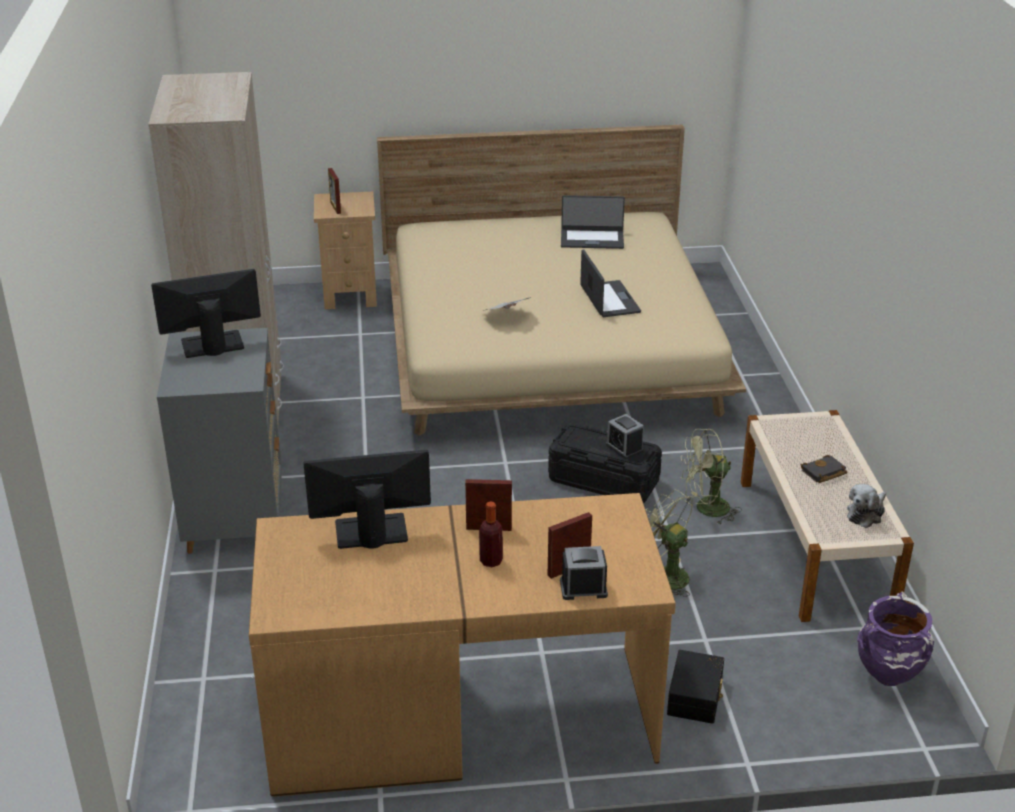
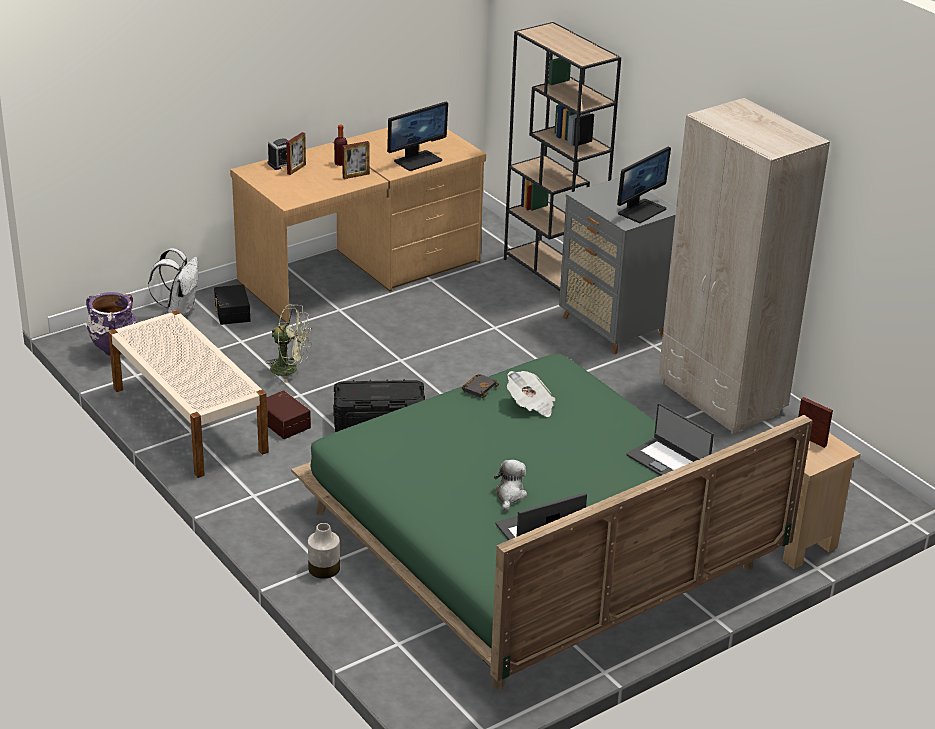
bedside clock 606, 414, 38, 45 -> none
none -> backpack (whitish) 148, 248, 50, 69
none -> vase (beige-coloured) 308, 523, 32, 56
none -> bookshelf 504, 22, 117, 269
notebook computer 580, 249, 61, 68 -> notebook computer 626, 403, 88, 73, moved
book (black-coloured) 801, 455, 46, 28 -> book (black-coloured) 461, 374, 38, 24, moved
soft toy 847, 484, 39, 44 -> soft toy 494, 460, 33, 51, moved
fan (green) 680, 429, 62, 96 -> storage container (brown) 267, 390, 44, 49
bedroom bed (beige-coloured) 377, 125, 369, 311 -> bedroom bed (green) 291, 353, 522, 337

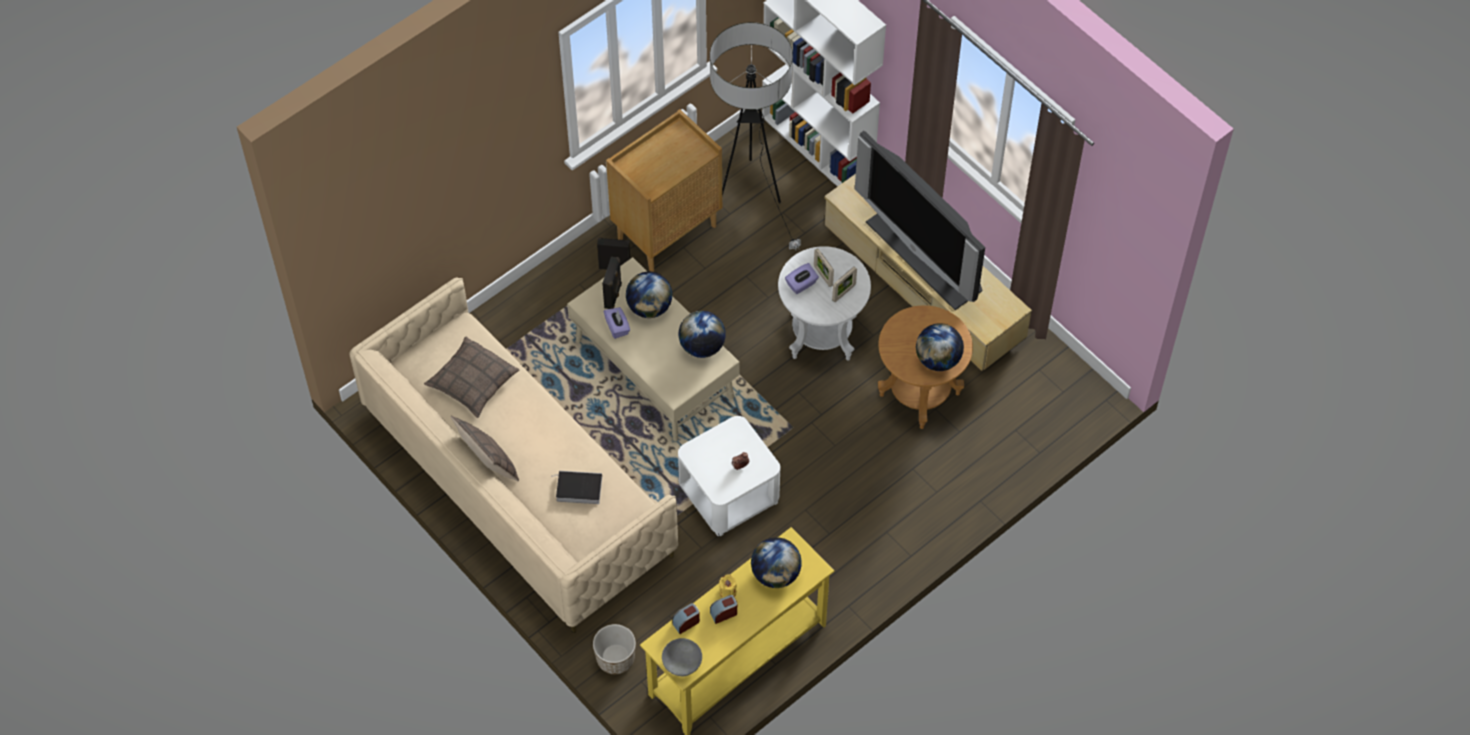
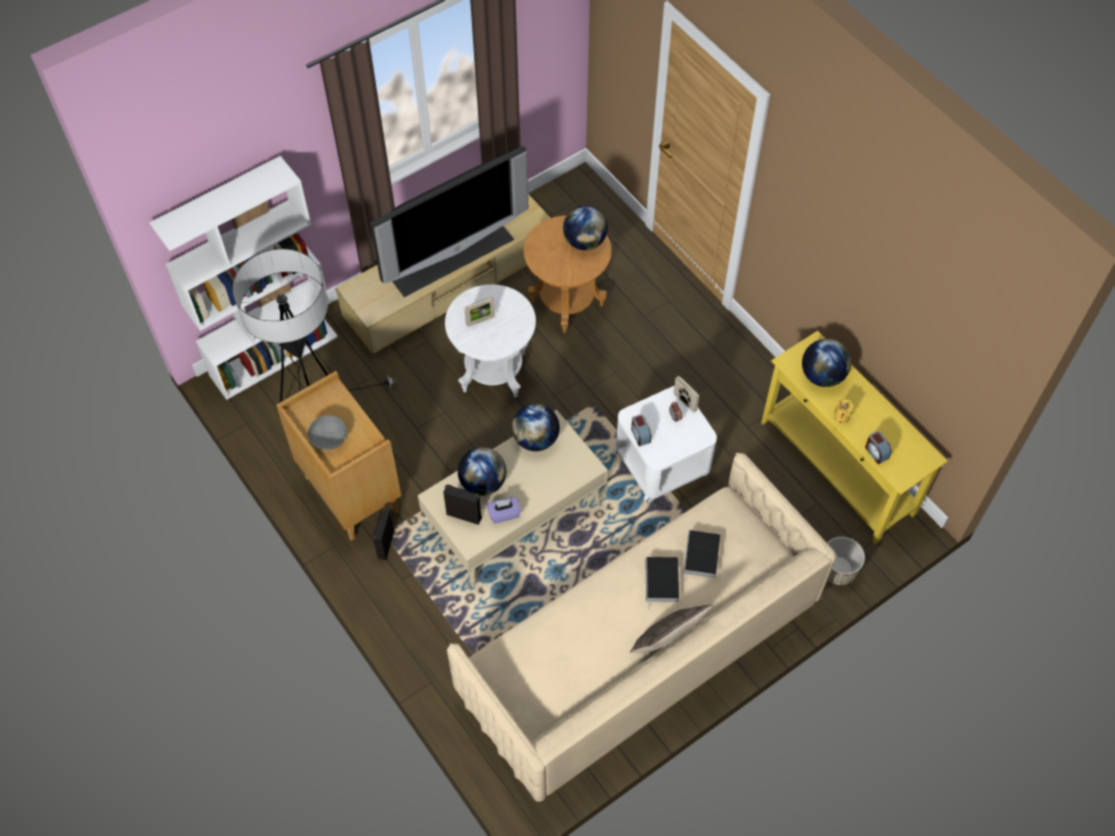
throw pillow 424, 336, 96, 82 -> none
tissue holder (purple-coloured) 785, 263, 34, 31 -> none
none -> book 645, 557, 34, 52
deep dish (grey) 662, 638, 40, 38 -> deep dish (grey) 308, 415, 39, 35, moved
bedside clock 710, 595, 27, 29 -> bedside clock 631, 414, 20, 32, moved
photo frame 832, 267, 25, 35 -> photo frame 674, 376, 25, 36, moved

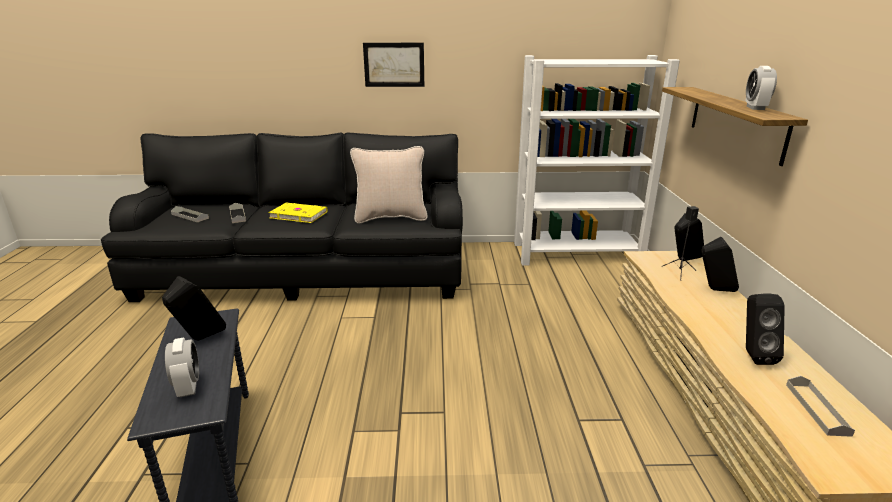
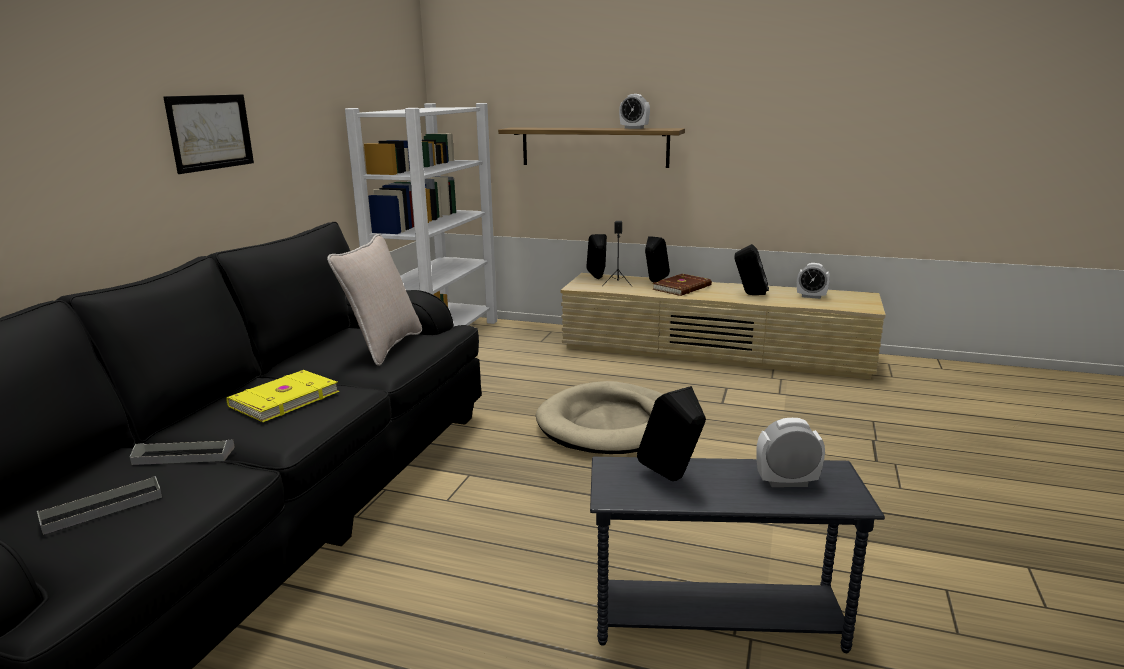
none -> pet bed (beige-coloured) 536, 381, 127, 73
none -> book (brown) 652, 274, 60, 22
tray (grey) 786, 376, 69, 61 -> bedside clock 797, 263, 33, 36

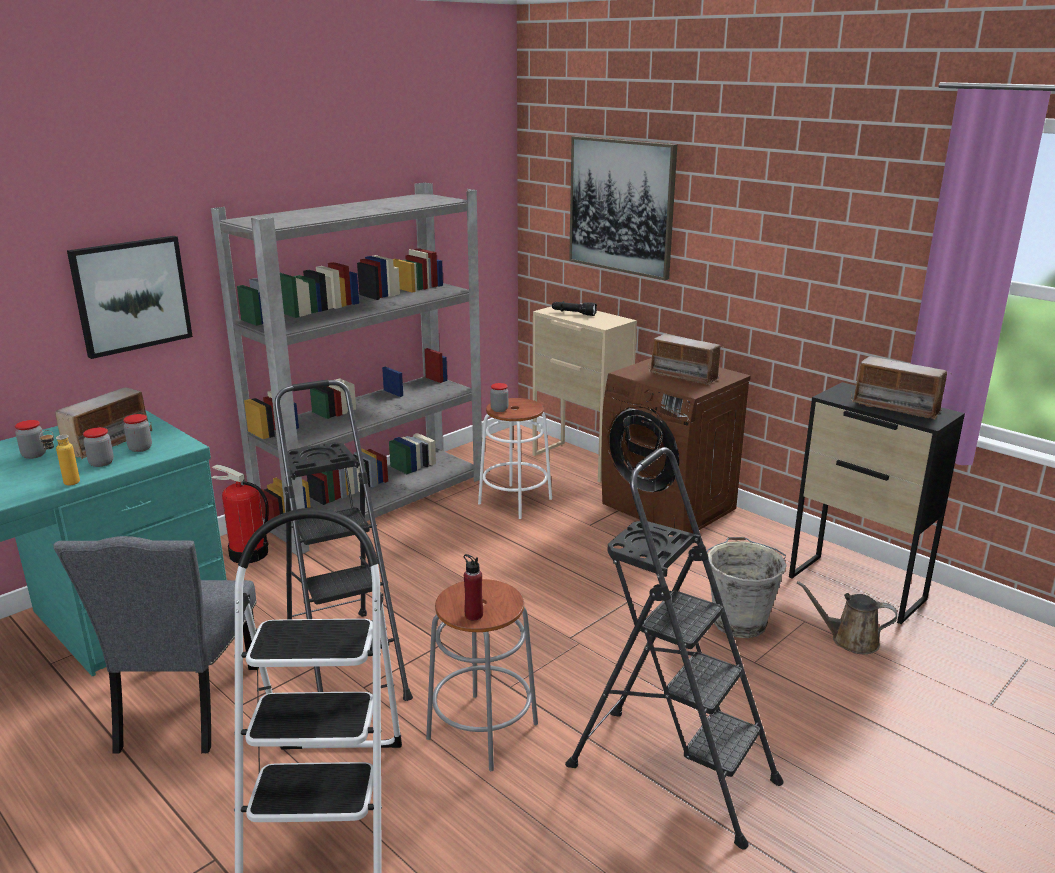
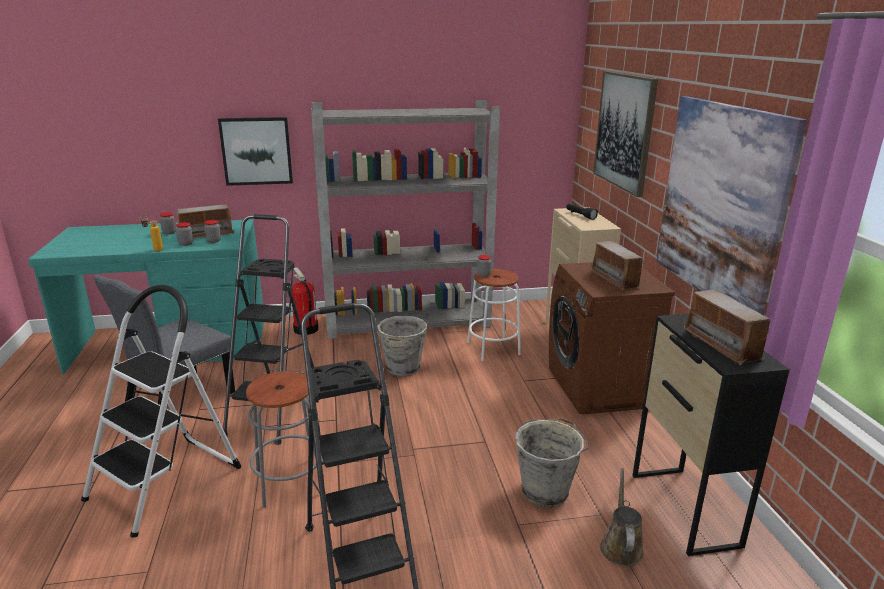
bottle (reddish) 463, 554, 20, 66 -> none
none -> water bucket (grey) 376, 316, 51, 60
none -> wall picture 656, 96, 151, 219
watering can (brown) 797, 581, 100, 73 -> watering can (brown) 600, 468, 44, 99, 45 degrees clockwise

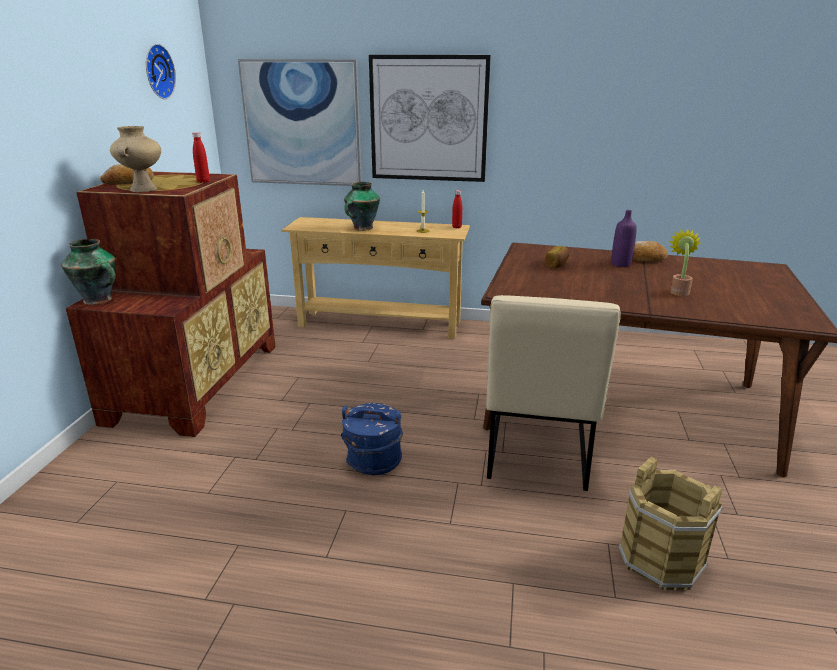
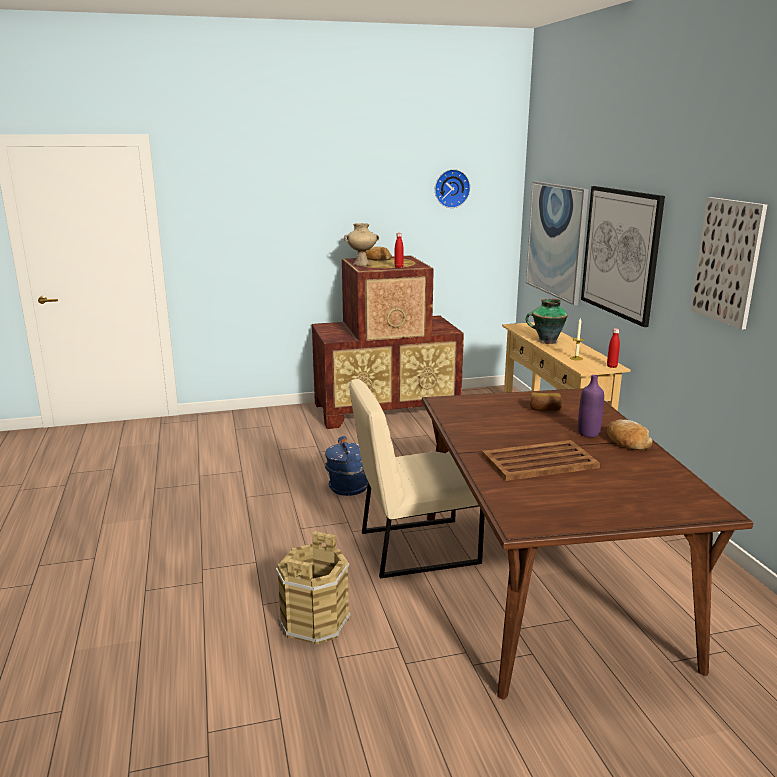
vase 61, 239, 55, 66 -> none
none -> wall picture 690, 197, 77, 133
potted plant 669, 229, 31, 67 -> tray (brown) 482, 440, 118, 41

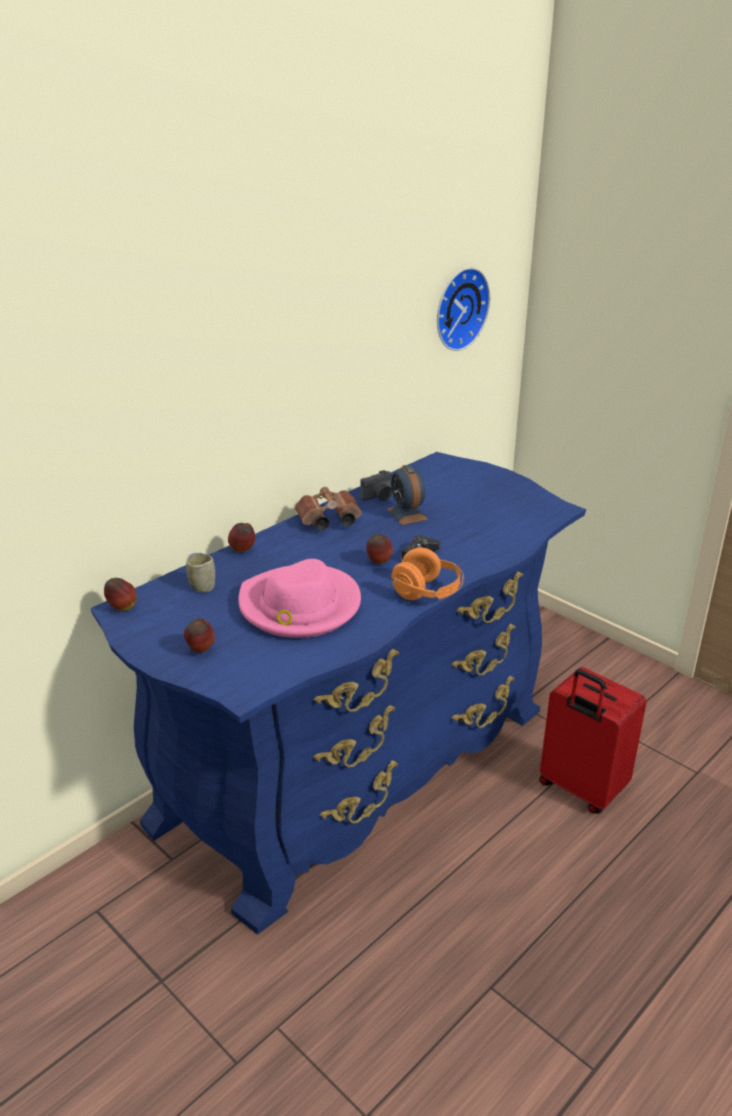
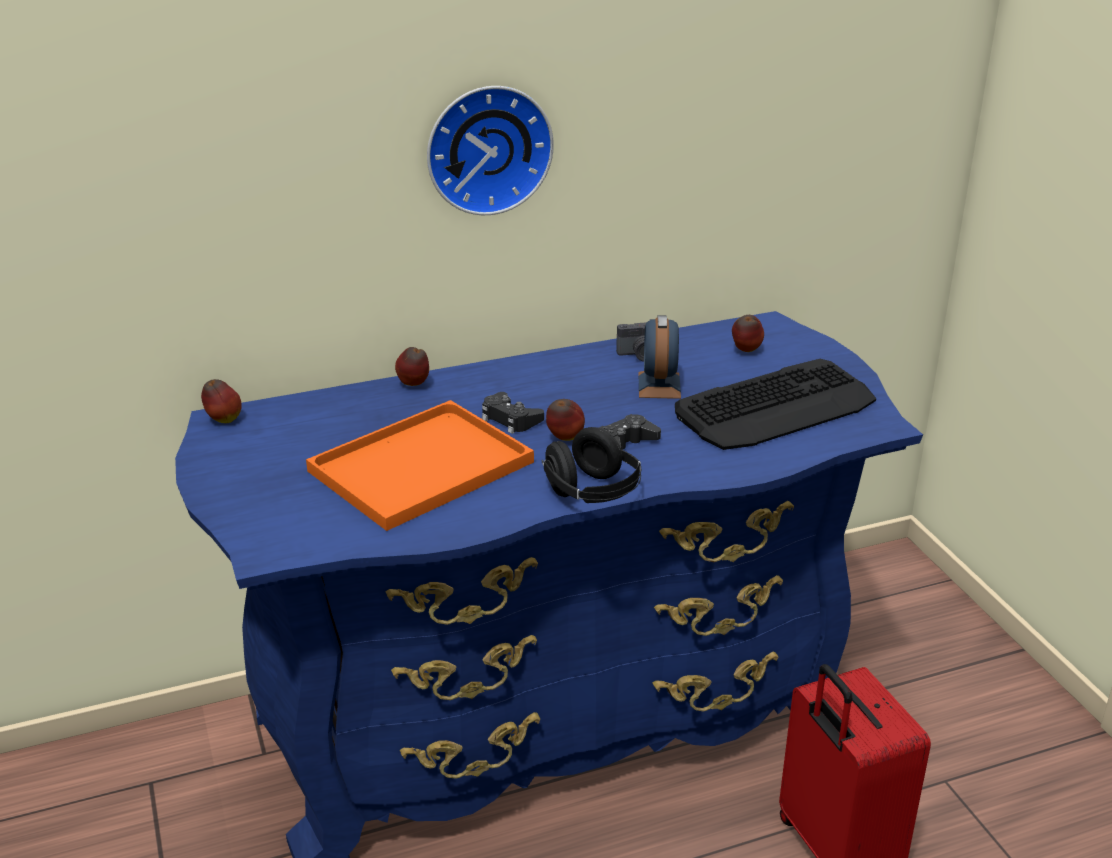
drinking cup 186, 553, 29, 40 -> none
field glasses (brown) 295, 487, 67, 43 -> none
none -> gamepad (black-coloured) 482, 392, 62, 42
none -> PC keyboard 675, 359, 201, 91
apple fruit 184, 619, 31, 34 -> apple fruit 732, 315, 32, 37, moved
hanging clock 437, 267, 53, 84 -> hanging clock 427, 86, 127, 129, moved
wearable hat (pinkish) 238, 559, 123, 79 -> tray (orange) 306, 400, 228, 131
pair of headphones (orange) 391, 548, 73, 52 -> pair of headphones (black-coloured) 541, 427, 100, 76

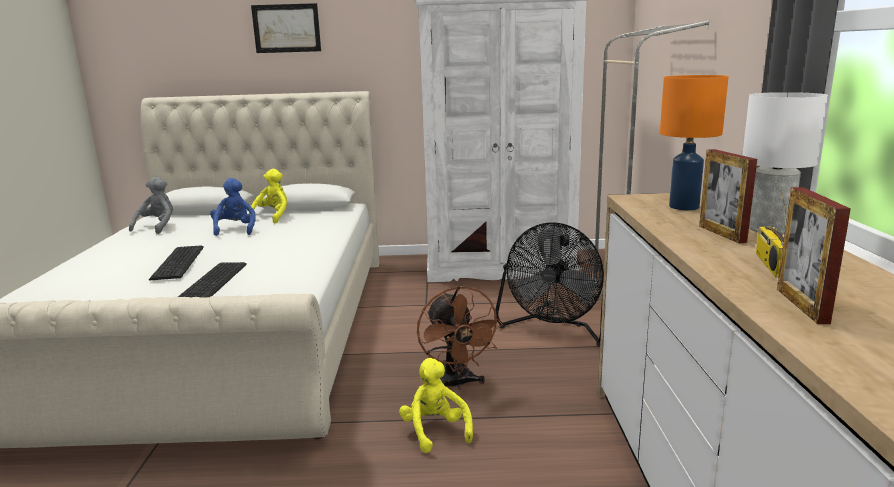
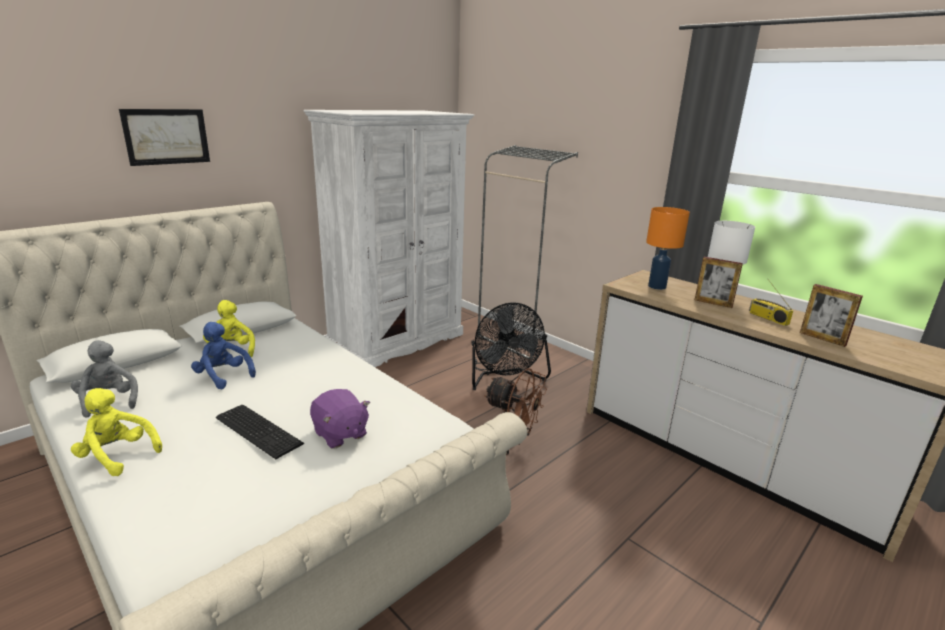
soft toy (yellow) 399, 358, 74, 95 -> soft toy (yellow) 71, 388, 91, 88, moved
PC keyboard 178, 262, 69, 36 -> soft toy (purple-coloured) 310, 389, 60, 59

